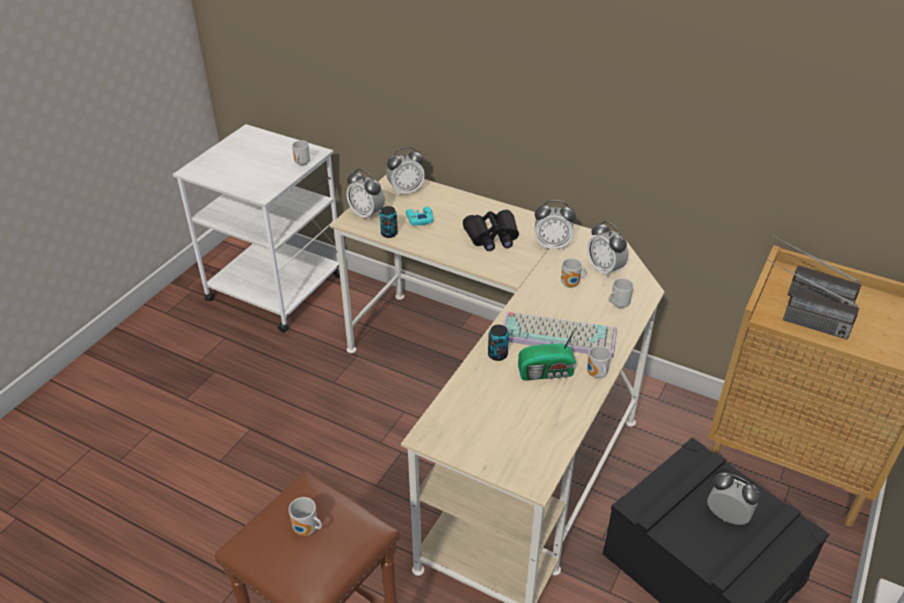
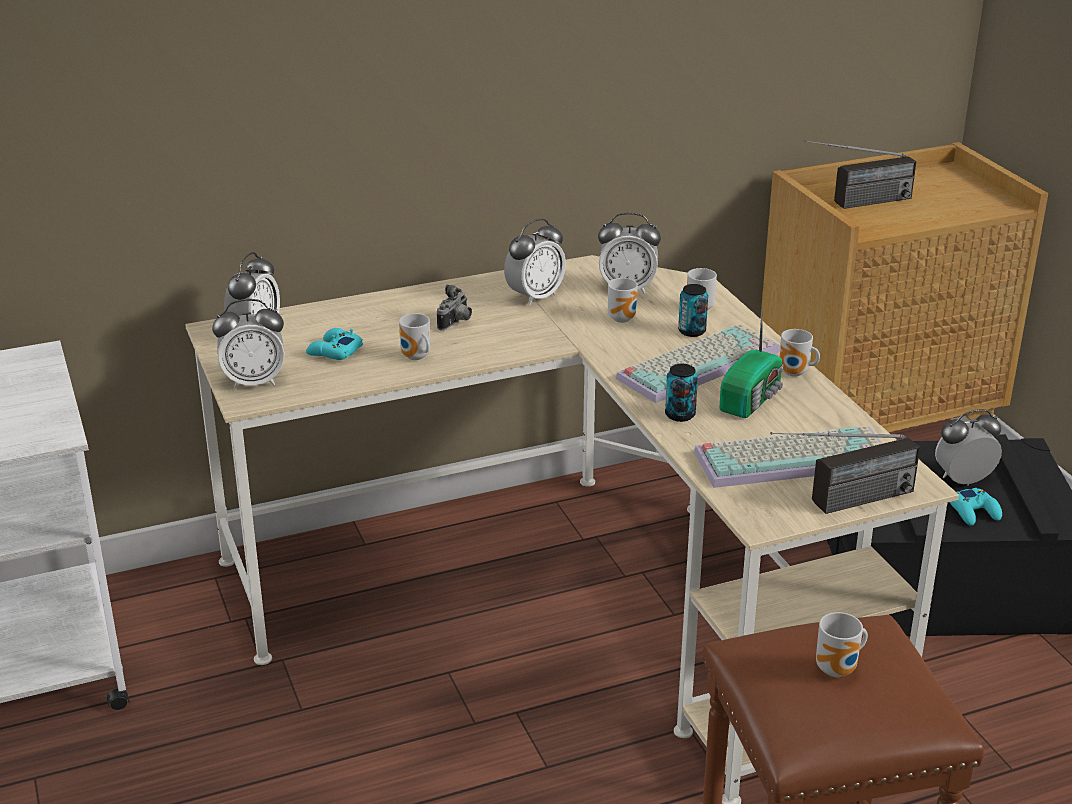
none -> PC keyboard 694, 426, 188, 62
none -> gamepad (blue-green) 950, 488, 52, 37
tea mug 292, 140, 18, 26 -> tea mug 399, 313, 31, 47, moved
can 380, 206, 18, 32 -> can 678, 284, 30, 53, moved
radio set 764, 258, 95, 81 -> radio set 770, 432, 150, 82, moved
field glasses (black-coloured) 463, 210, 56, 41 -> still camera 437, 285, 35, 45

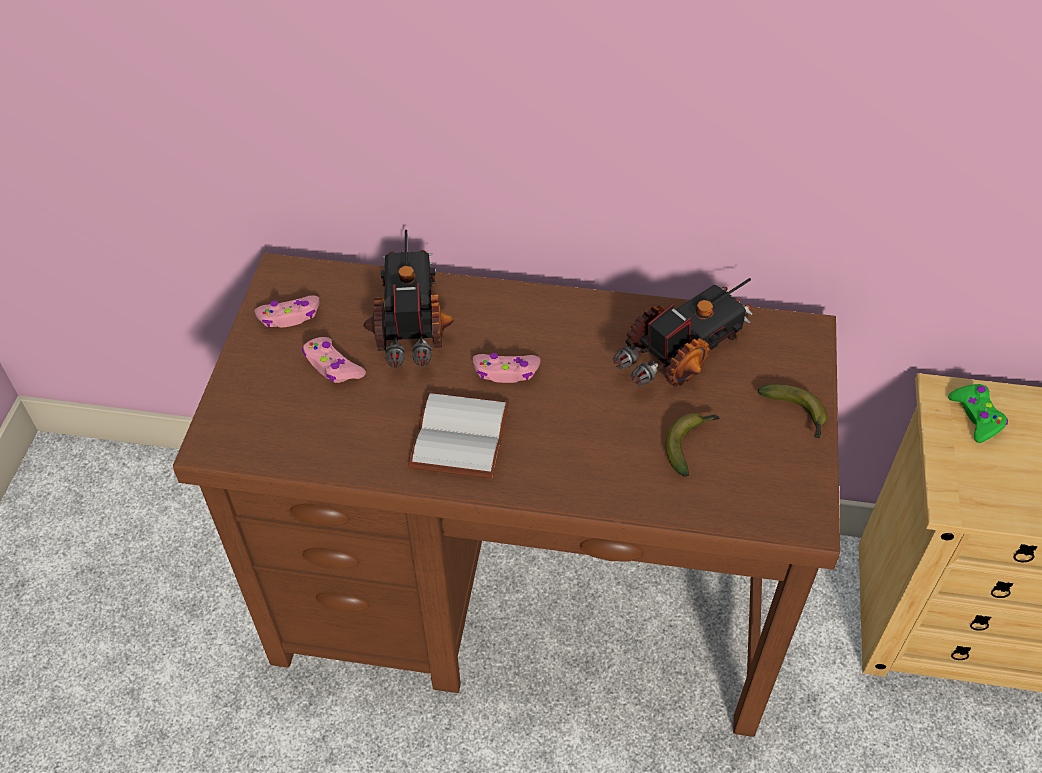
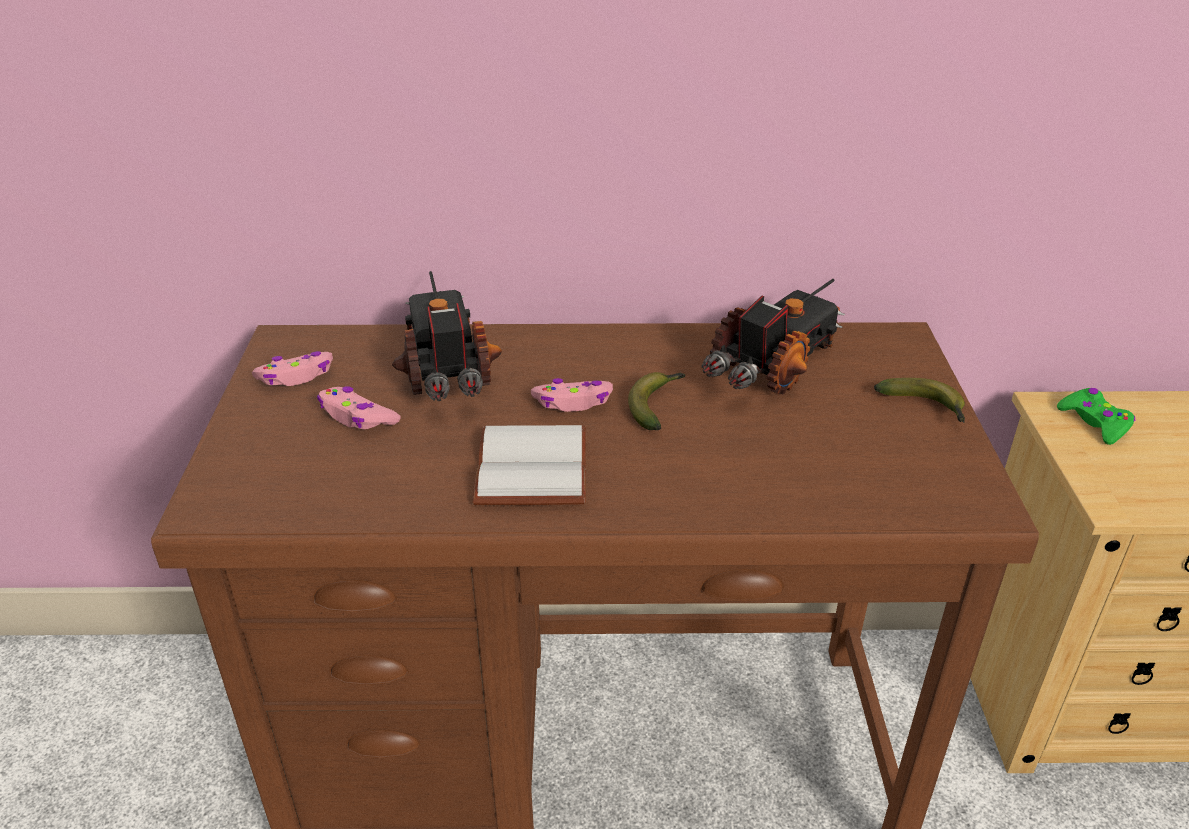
banana 665, 413, 54, 64 -> banana 628, 372, 57, 58, moved

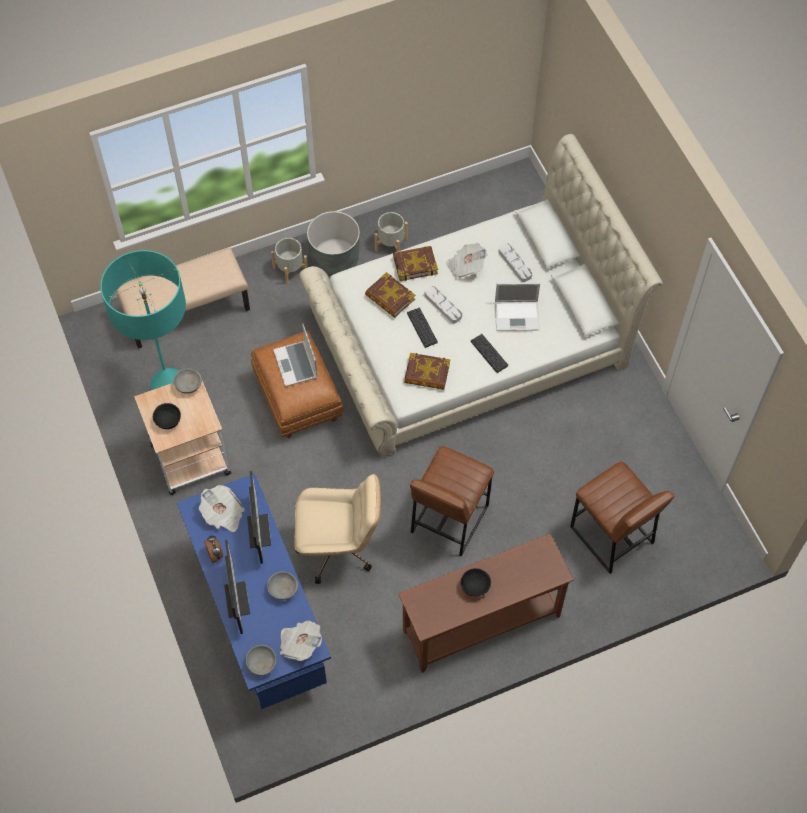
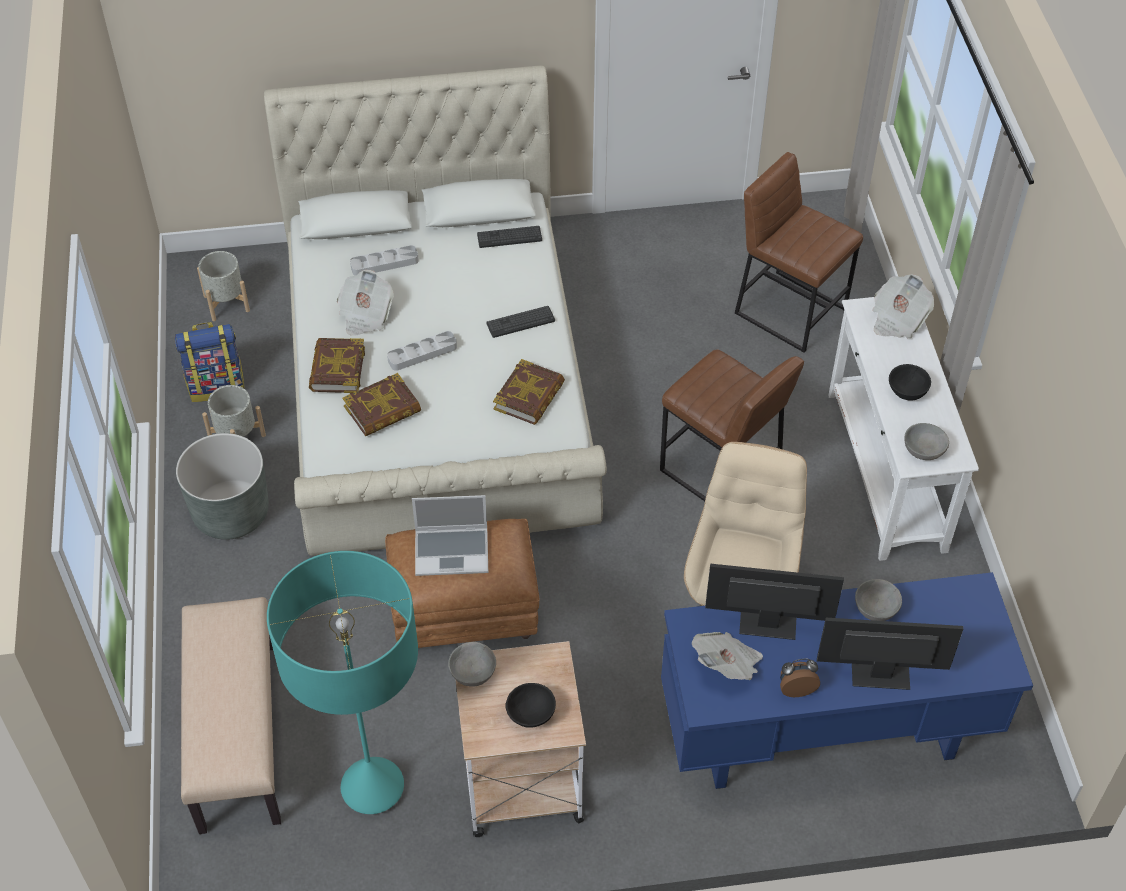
notebook computer 495, 282, 45, 49 -> none
none -> backpack 175, 322, 70, 80
deep dish (grey) 246, 645, 30, 31 -> deep dish (grey) 905, 423, 44, 37, moved
planter (grey) 271, 238, 37, 47 -> planter (grey) 197, 251, 53, 70, moved
printed paper 280, 620, 42, 41 -> printed paper 872, 274, 62, 65, moved
PC keyboard 407, 308, 31, 40 -> PC keyboard 477, 226, 65, 22, moved
hall table (brown) 398, 534, 176, 139 -> hall table (whitish) 828, 297, 151, 264
chair (brown) 570, 461, 104, 113 -> chair (brown) 735, 152, 128, 201, 120 degrees counterclockwise

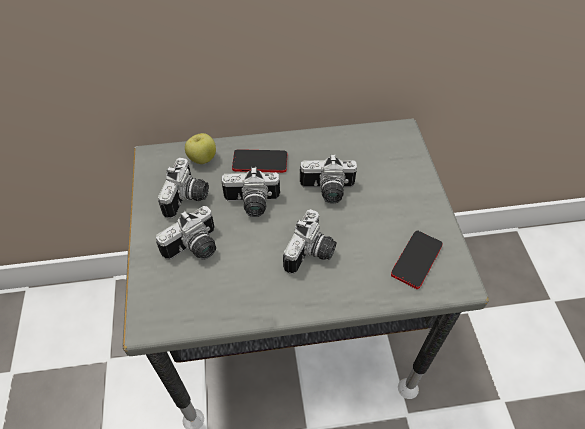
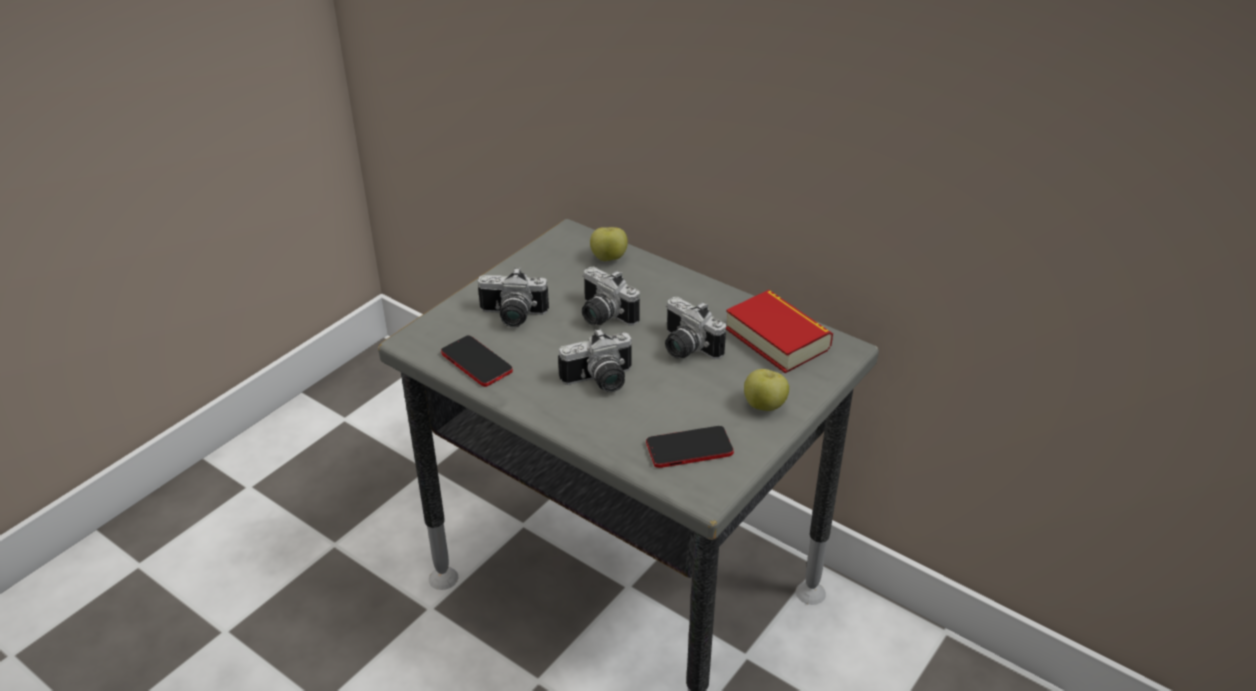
still camera 158, 158, 51, 61 -> none
none -> book 726, 290, 107, 83
none -> apple fruit 744, 369, 45, 42
phone 232, 149, 55, 24 -> phone 441, 335, 72, 52, moved

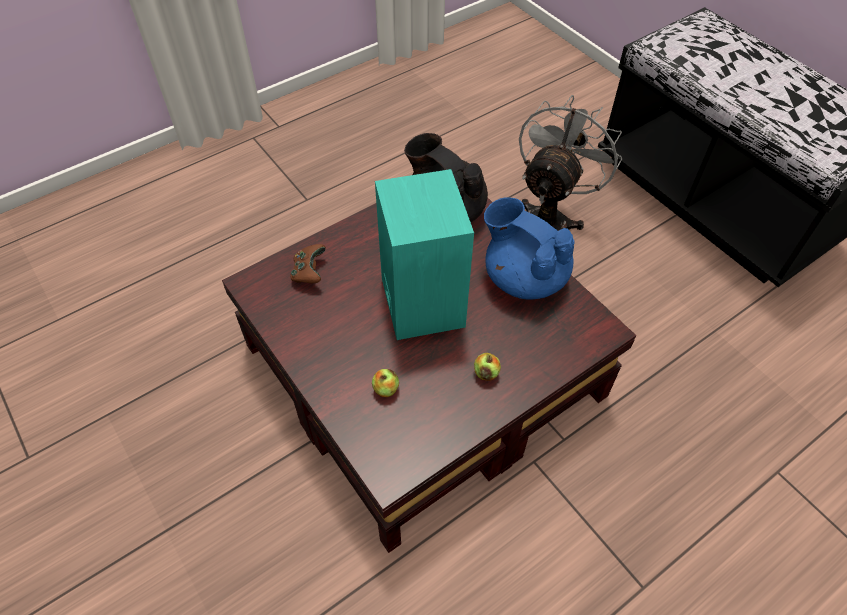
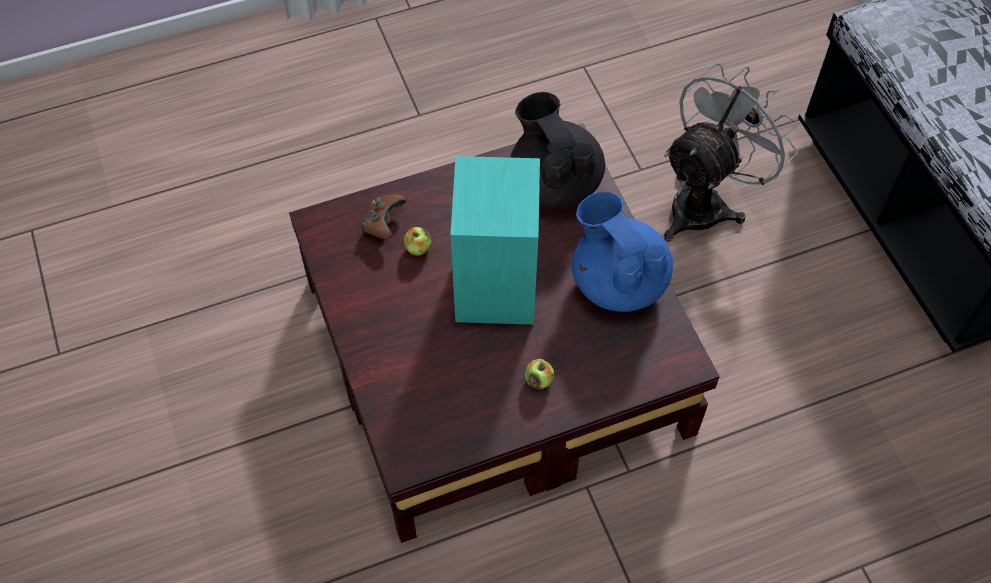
apple fruit 372, 369, 27, 28 -> apple fruit 404, 227, 27, 29, moved

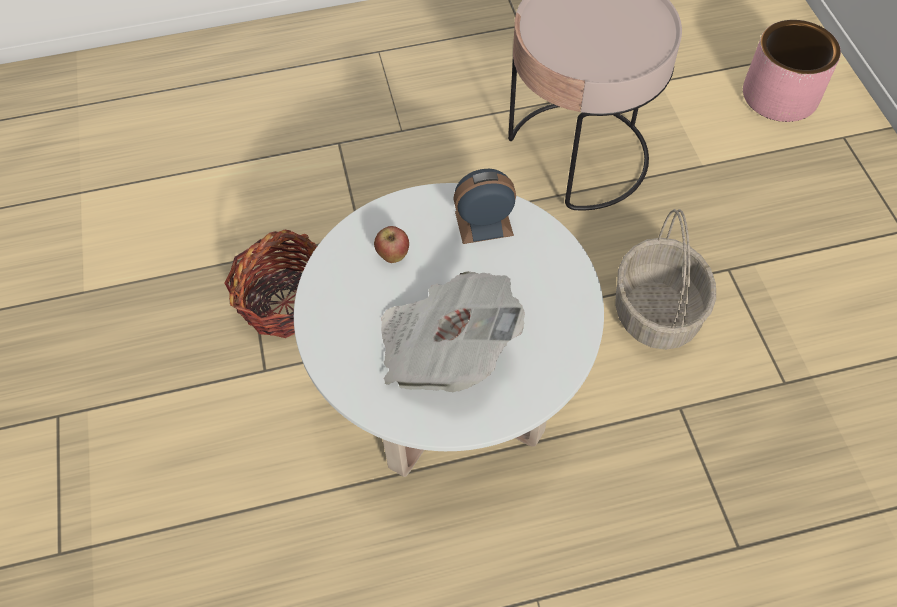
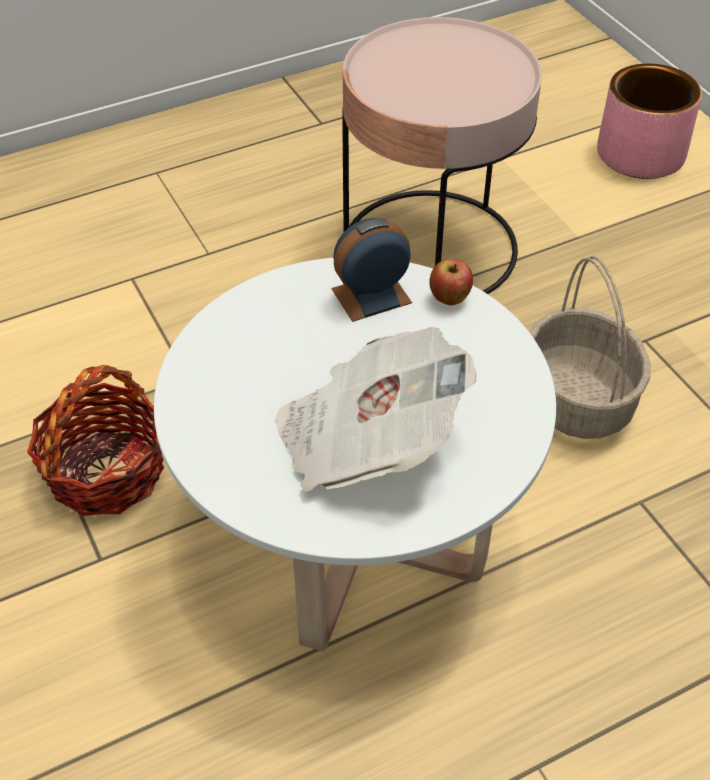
apple fruit 374, 226, 35, 37 -> apple fruit 429, 259, 44, 46, moved

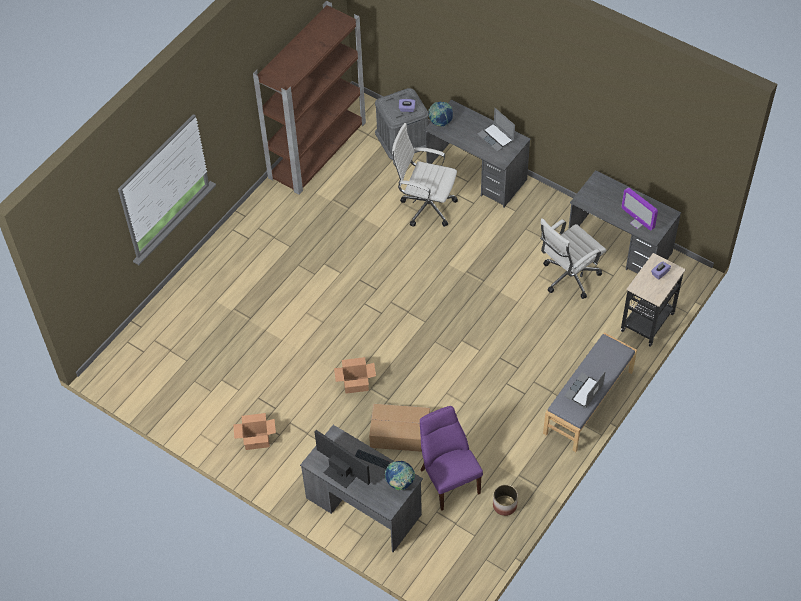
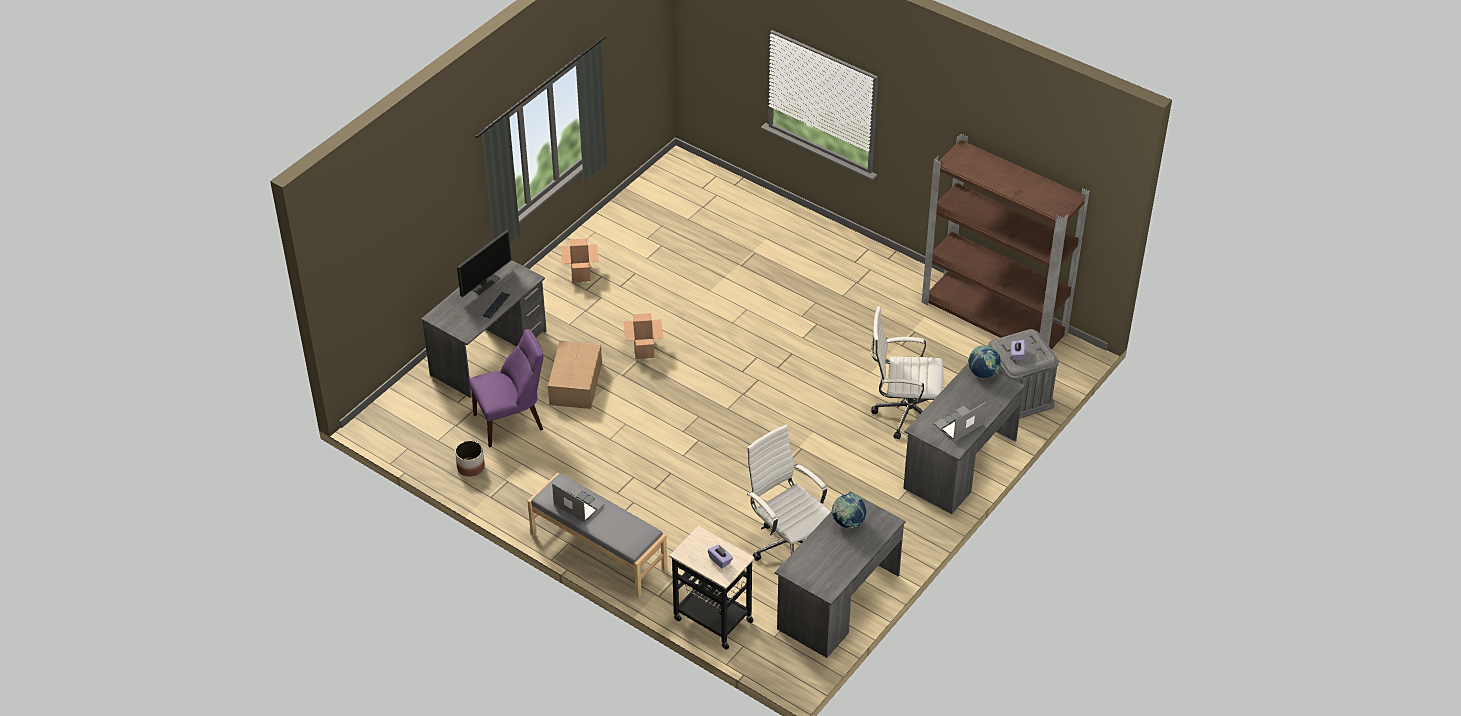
computer screen 622, 188, 36, 42 -> none
globe 385, 461, 30, 30 -> globe 832, 494, 34, 34, moved
desk chair (whitish) 392, 123, 66, 104 -> desk chair (whitish) 871, 306, 72, 133, 105 degrees counterclockwise

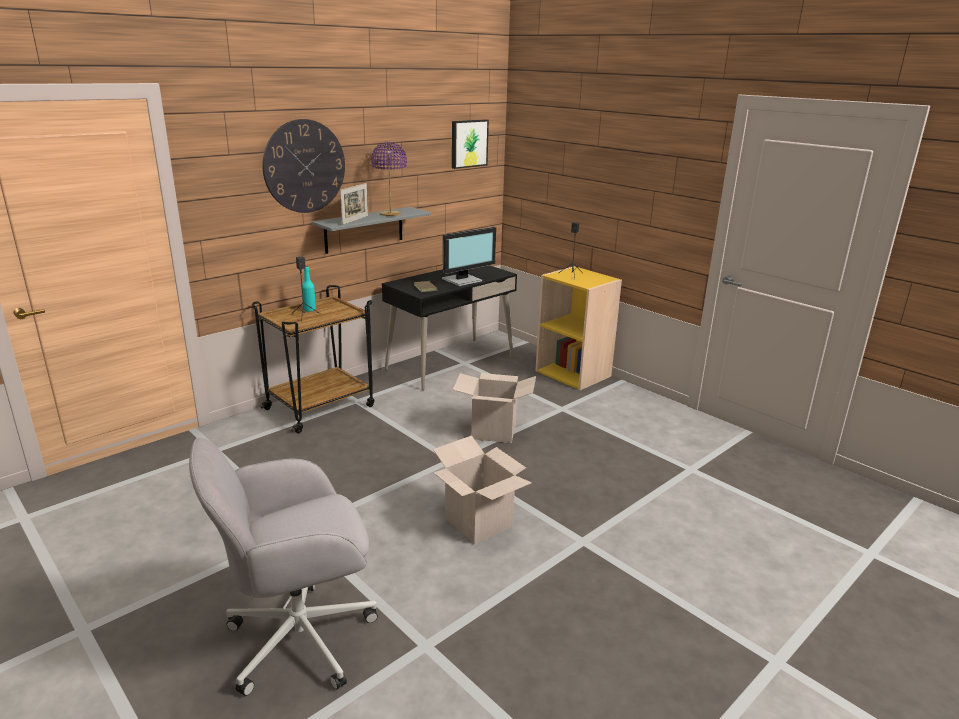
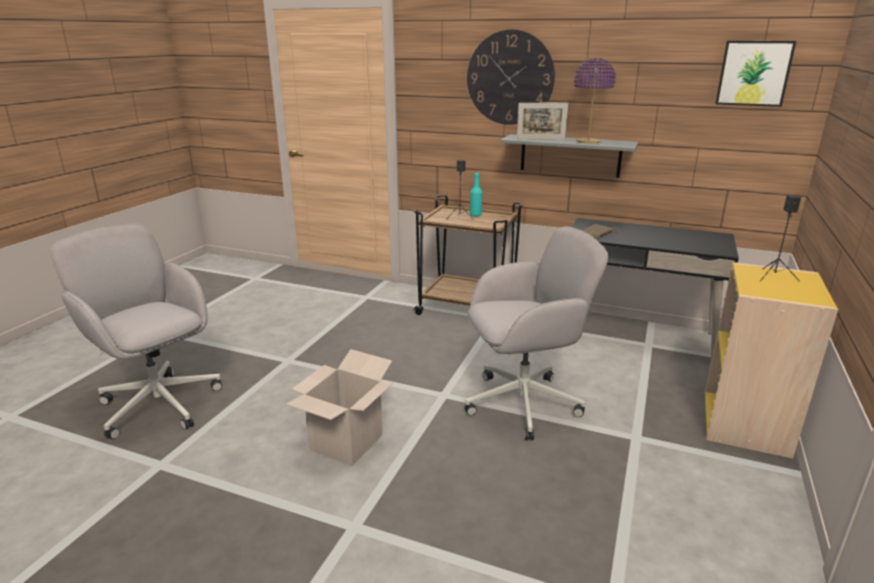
computer screen 442, 227, 54, 59 -> none
packing box 453, 373, 83, 70 -> desk chair (grey) 464, 226, 144, 214

